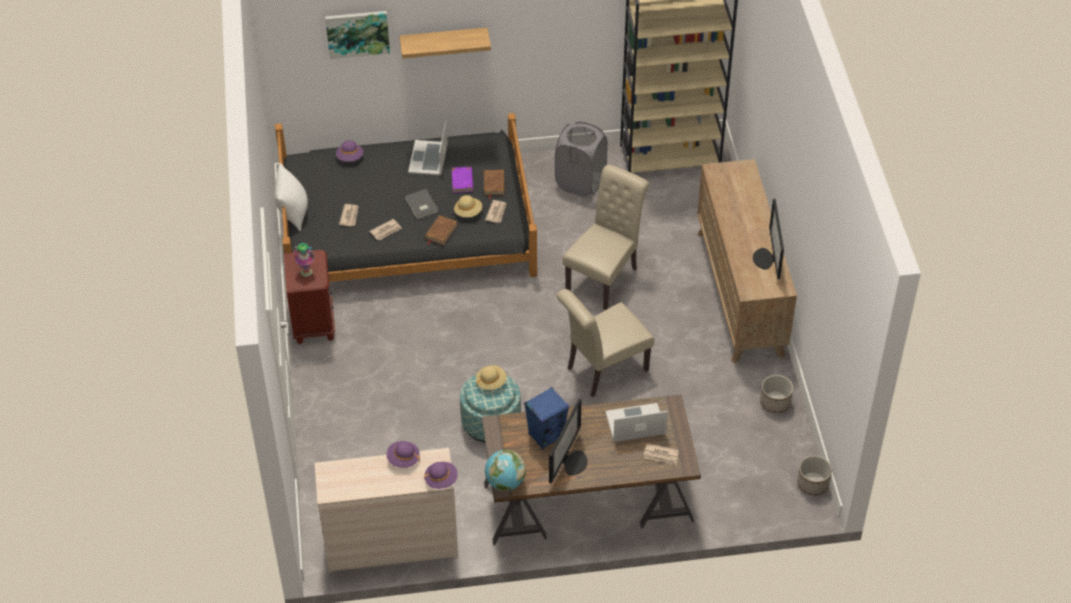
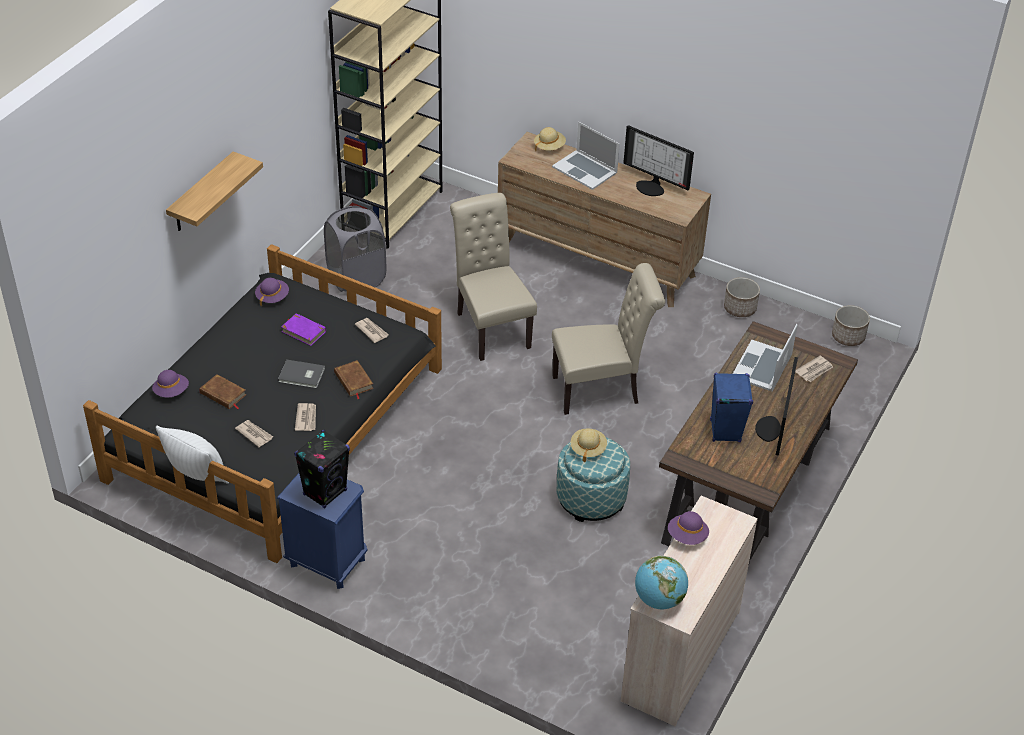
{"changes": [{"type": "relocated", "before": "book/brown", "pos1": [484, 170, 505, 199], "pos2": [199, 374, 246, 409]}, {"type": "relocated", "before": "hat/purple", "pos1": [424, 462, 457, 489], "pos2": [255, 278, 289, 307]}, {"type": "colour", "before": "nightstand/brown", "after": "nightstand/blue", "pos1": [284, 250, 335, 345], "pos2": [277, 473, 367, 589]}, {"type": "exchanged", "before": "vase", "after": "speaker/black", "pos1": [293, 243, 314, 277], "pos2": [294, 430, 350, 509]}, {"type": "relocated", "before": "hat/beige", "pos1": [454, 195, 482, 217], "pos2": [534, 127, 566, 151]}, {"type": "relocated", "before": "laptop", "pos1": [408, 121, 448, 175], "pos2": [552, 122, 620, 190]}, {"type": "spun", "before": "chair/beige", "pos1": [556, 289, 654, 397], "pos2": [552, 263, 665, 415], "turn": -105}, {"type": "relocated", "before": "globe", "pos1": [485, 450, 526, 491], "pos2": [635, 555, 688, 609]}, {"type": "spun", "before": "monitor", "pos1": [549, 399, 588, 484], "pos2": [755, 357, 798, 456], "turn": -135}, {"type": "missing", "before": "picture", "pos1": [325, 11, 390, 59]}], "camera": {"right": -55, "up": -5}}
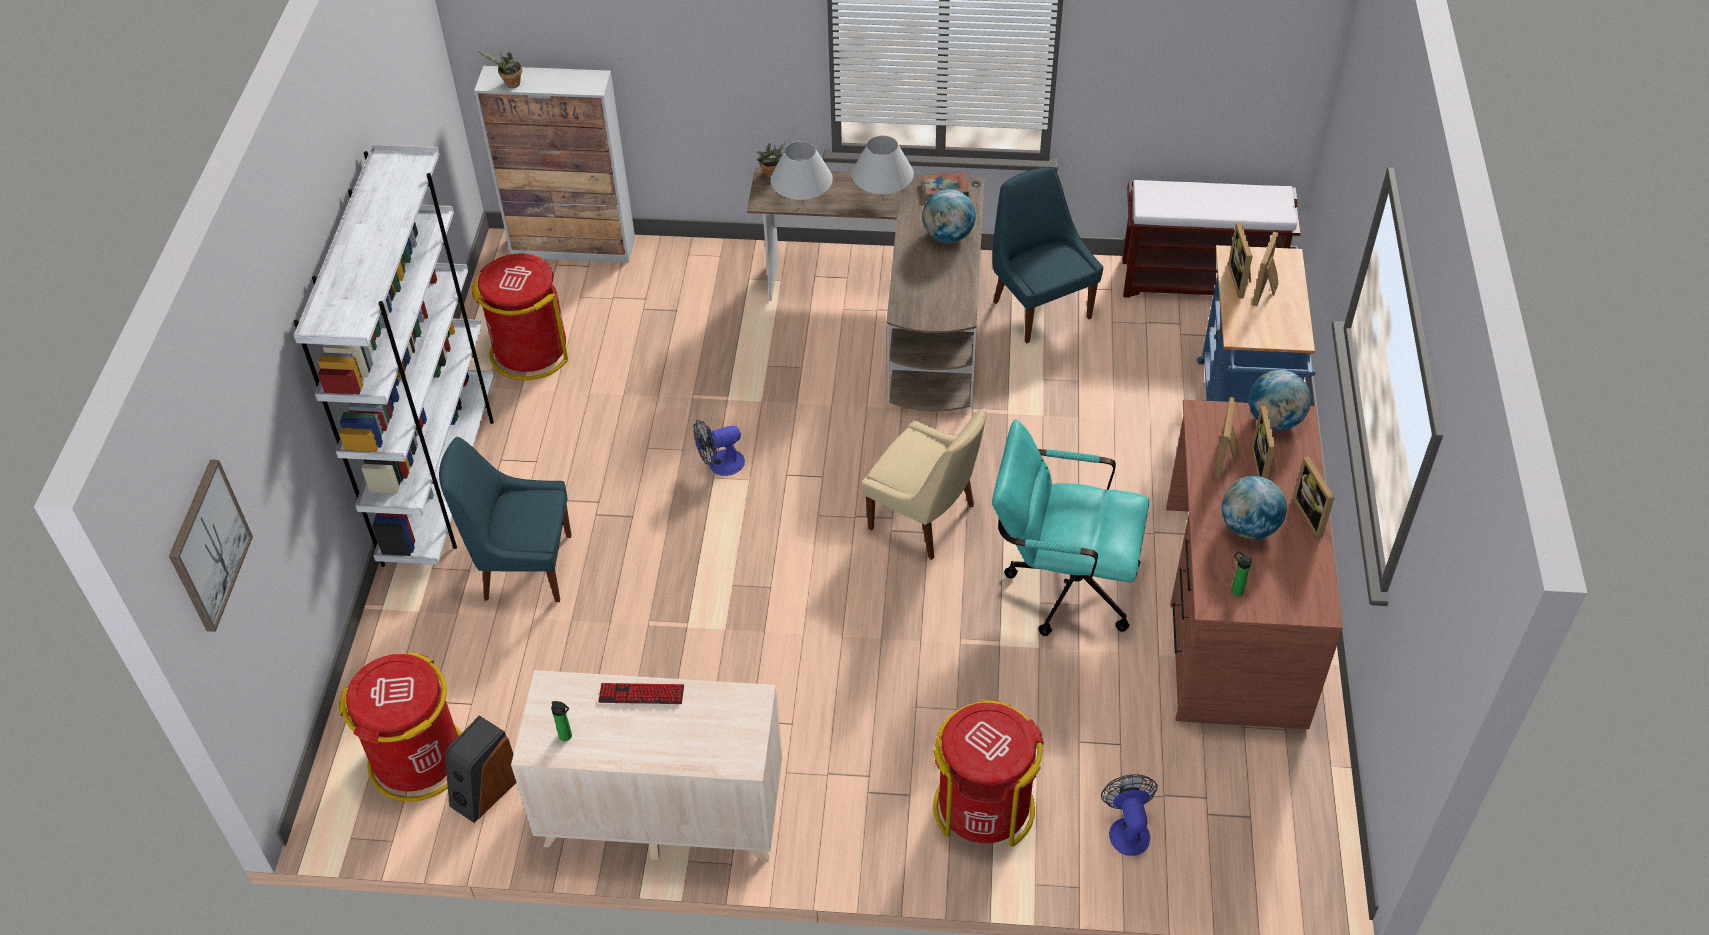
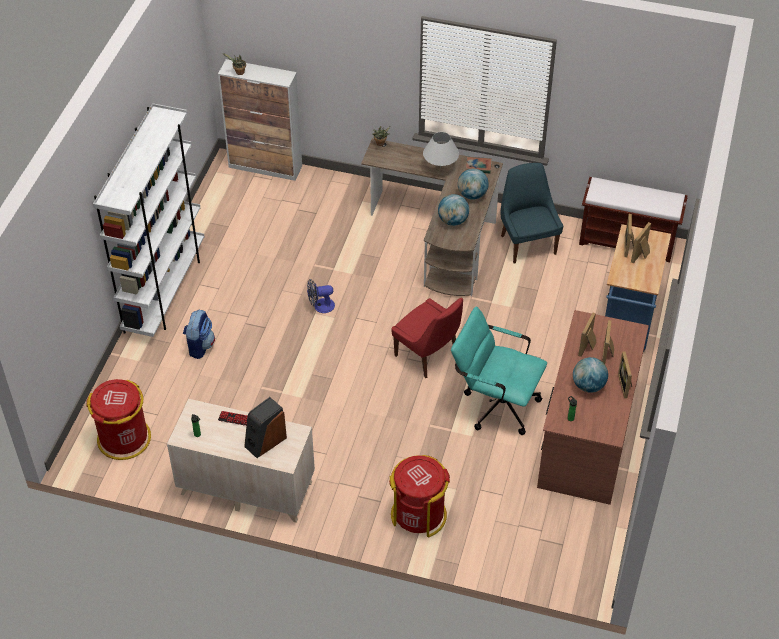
{"changes": [{"type": "exchanged", "before": "chair/blue", "after": "backpack", "pos1": [439, 437, 571, 602], "pos2": [183, 310, 215, 359]}, {"type": "relocated", "before": "speaker", "pos1": [445, 715, 516, 823], "pos2": [244, 397, 287, 458]}, {"type": "colour", "before": "chair/beige", "after": "chair/red", "pos1": [862, 408, 987, 560], "pos2": [391, 298, 463, 378]}, {"type": "relocated", "before": "globe", "pos1": [1249, 370, 1311, 430], "pos2": [438, 194, 469, 226]}, {"type": "missing", "before": "picture", "pos1": [169, 459, 253, 632]}, {"type": "missing", "before": "trash can/red", "pos1": [472, 254, 568, 380]}, {"type": "missing", "before": "table lamp/white", "pos1": [770, 141, 833, 206]}, {"type": "missing", "before": "fan", "pos1": [1101, 774, 1157, 856]}], "camera": {"right": 10, "up": 0}}
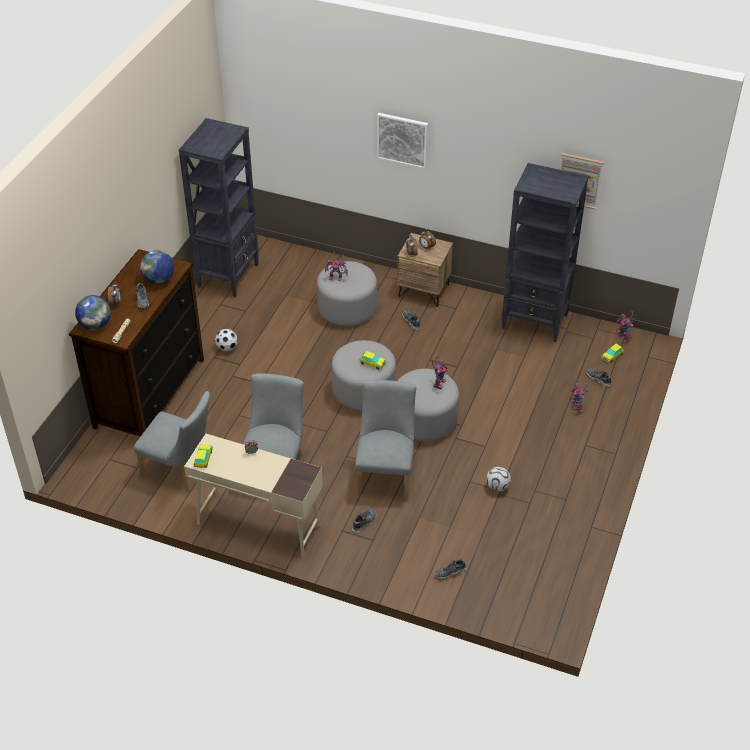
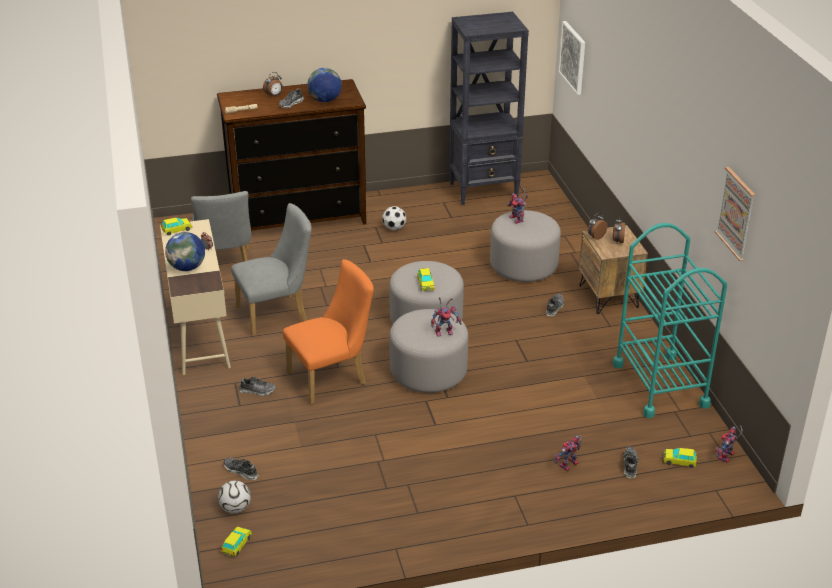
{"changes": [{"type": "relocated", "before": "globe", "pos1": [75, 295, 111, 330], "pos2": [165, 232, 205, 271]}, {"type": "relocated", "before": "football", "pos1": [486, 467, 511, 492], "pos2": [218, 480, 251, 513]}, {"type": "appeared", "after": "toy car", "pos2": [221, 526, 252, 557]}, {"type": "colour", "before": "chair/grey", "after": "chair/orange", "pos1": [355, 380, 416, 500], "pos2": [283, 259, 374, 404]}, {"type": "relocated", "before": "picture", "pos1": [377, 113, 428, 169], "pos2": [559, 21, 585, 95]}, {"type": "exchanged", "before": "bookcase/black", "after": "cart/turquoise", "pos1": [502, 163, 589, 342], "pos2": [613, 223, 727, 418]}], "camera": {"right": 55, "up": -10}}
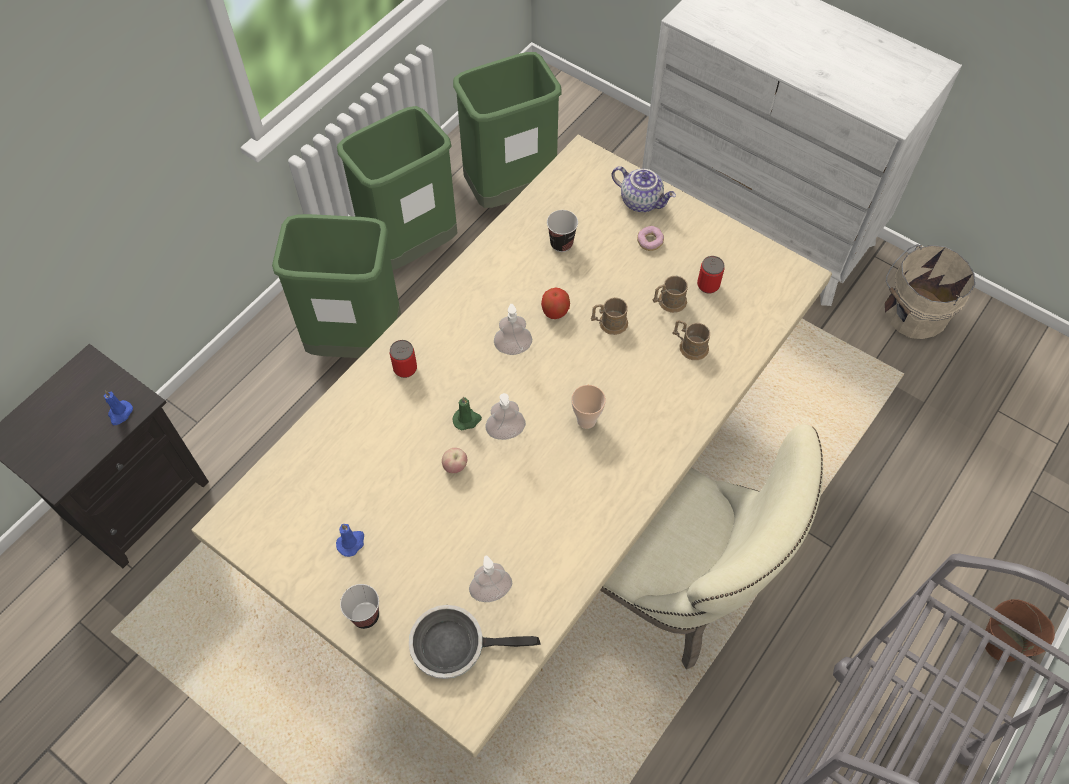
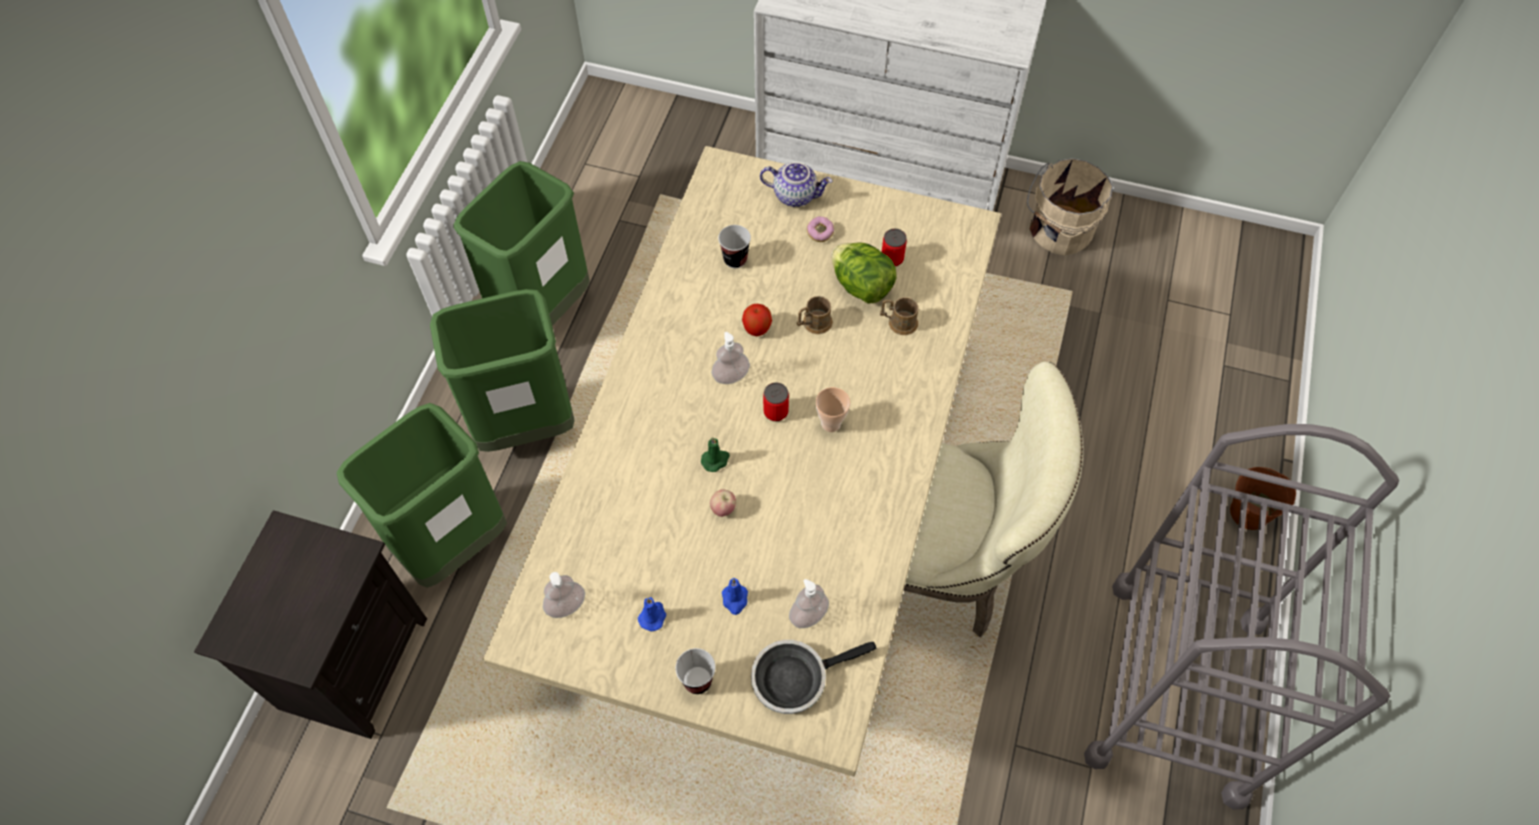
{"changes": [{"type": "relocated", "before": "trash can/green", "pos1": [453, 52, 562, 208], "pos2": [337, 403, 507, 588]}, {"type": "relocated", "before": "soap dispenser", "pos1": [485, 393, 526, 440], "pos2": [543, 572, 585, 618]}, {"type": "relocated", "before": "candle/blue", "pos1": [104, 390, 133, 425], "pos2": [722, 578, 748, 615]}, {"type": "relocated", "before": "can", "pos1": [390, 340, 417, 378], "pos2": [763, 382, 789, 421]}, {"type": "exchanged", "before": "mug/brown", "after": "lettuce", "pos1": [652, 276, 688, 313], "pos2": [831, 242, 897, 304]}], "camera": {"right": -20, "up": 0}}
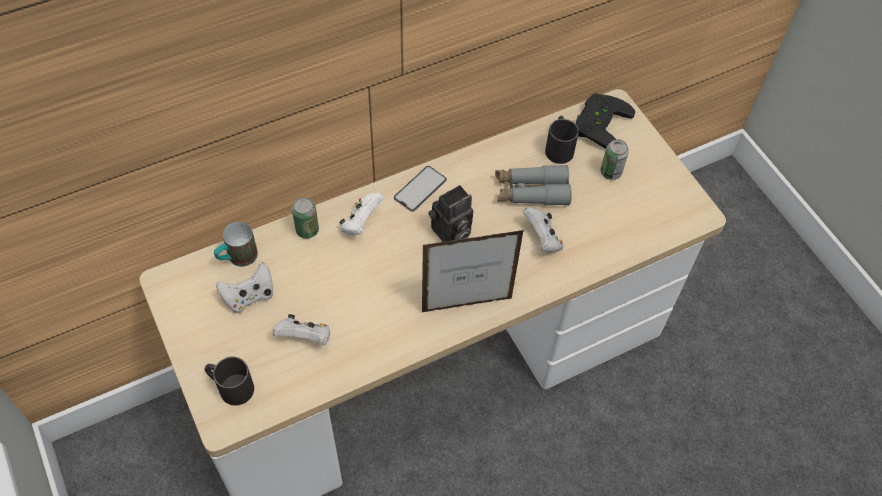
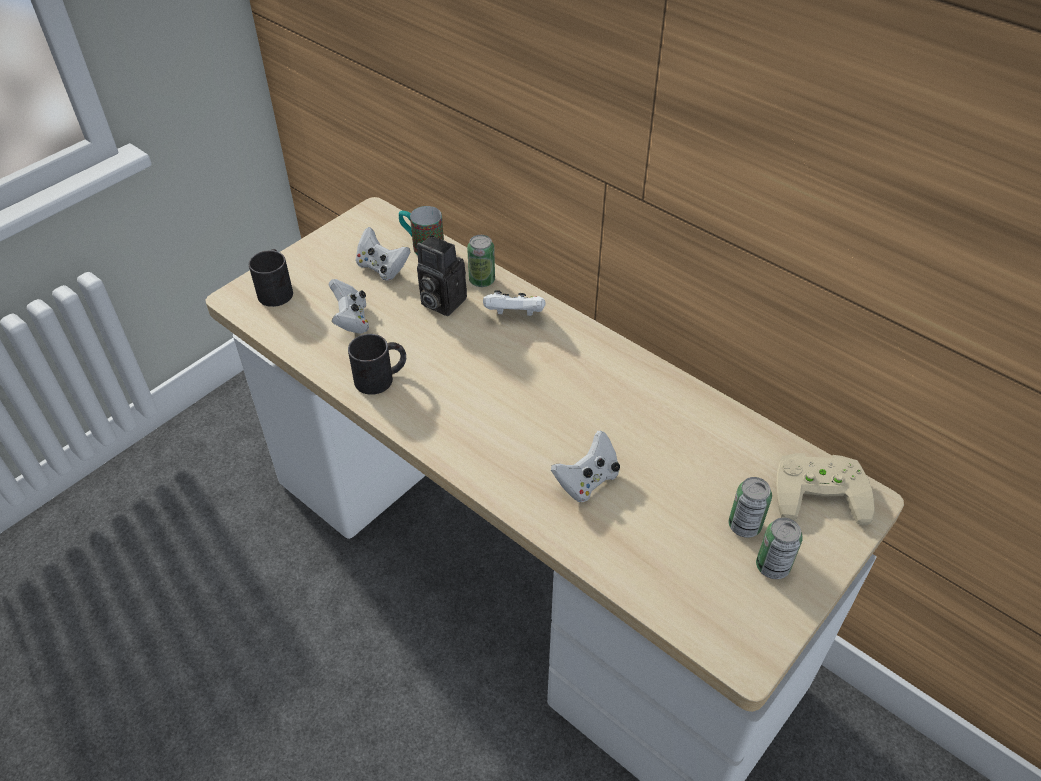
{"changes": [{"type": "relocated", "before": "mug/black", "pos1": [545, 116, 579, 164], "pos2": [348, 334, 406, 395]}, {"type": "relocated", "before": "photo camera", "pos1": [428, 185, 473, 242], "pos2": [417, 235, 467, 316]}, {"type": "appeared", "after": "can", "pos2": [756, 518, 803, 579]}, {"type": "colour", "before": "game controller/black", "after": "game controller/beige", "pos1": [576, 93, 635, 149], "pos2": [777, 453, 875, 525]}, {"type": "missing", "before": "phone", "pos1": [394, 166, 447, 212]}, {"type": "missing", "before": "picture frame", "pos1": [422, 230, 524, 312]}, {"type": "missing", "before": "binoculars/grey", "pos1": [495, 165, 572, 206]}], "camera": {"right": 70, "up": -10}}
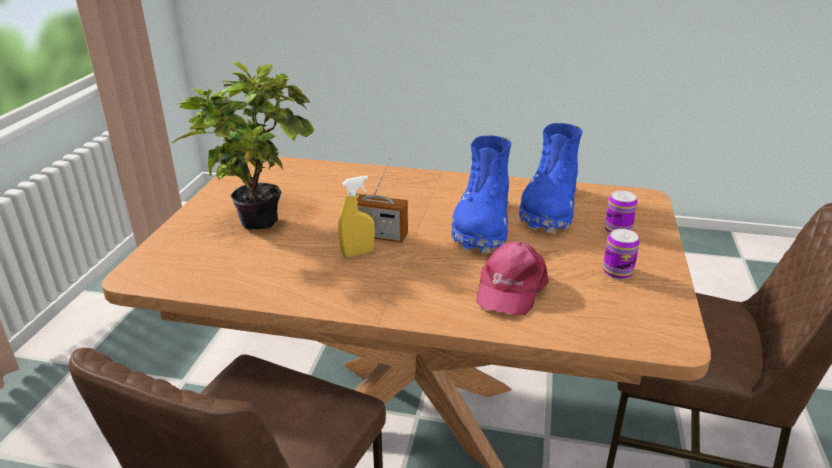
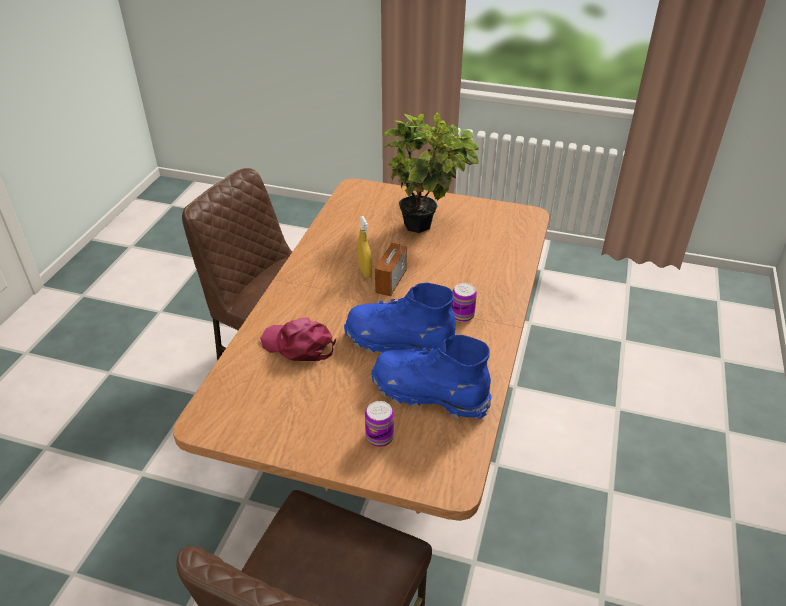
{"changes": [{"type": "relocated", "before": "can", "pos1": [603, 229, 640, 279], "pos2": [452, 283, 477, 322]}], "camera": {"right": 95, "up": 10}}
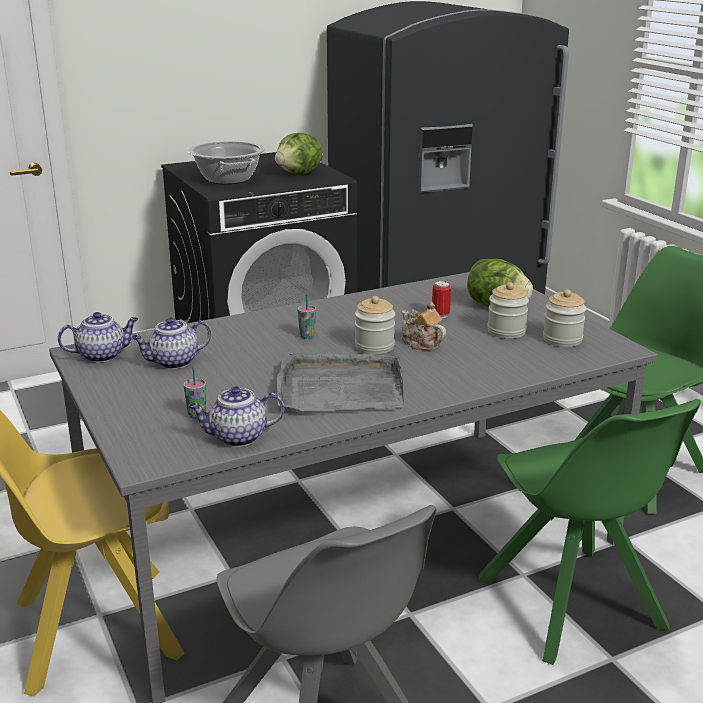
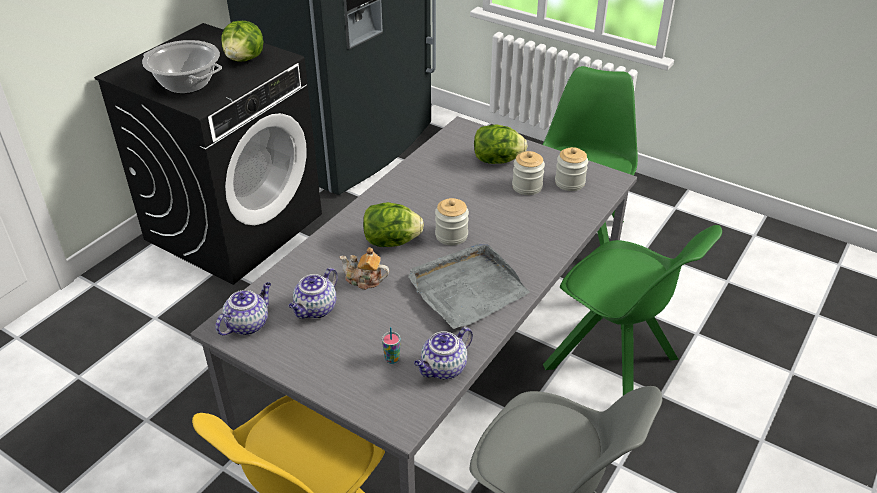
{"changes": [{"type": "relocated", "before": "teapot", "pos1": [402, 301, 446, 350], "pos2": [340, 247, 389, 290]}, {"type": "exchanged", "before": "cup", "after": "lettuce", "pos1": [297, 294, 316, 339], "pos2": [363, 202, 424, 247]}, {"type": "missing", "before": "can", "pos1": [432, 281, 451, 318]}], "camera": {"right": -30, "up": 15}}
